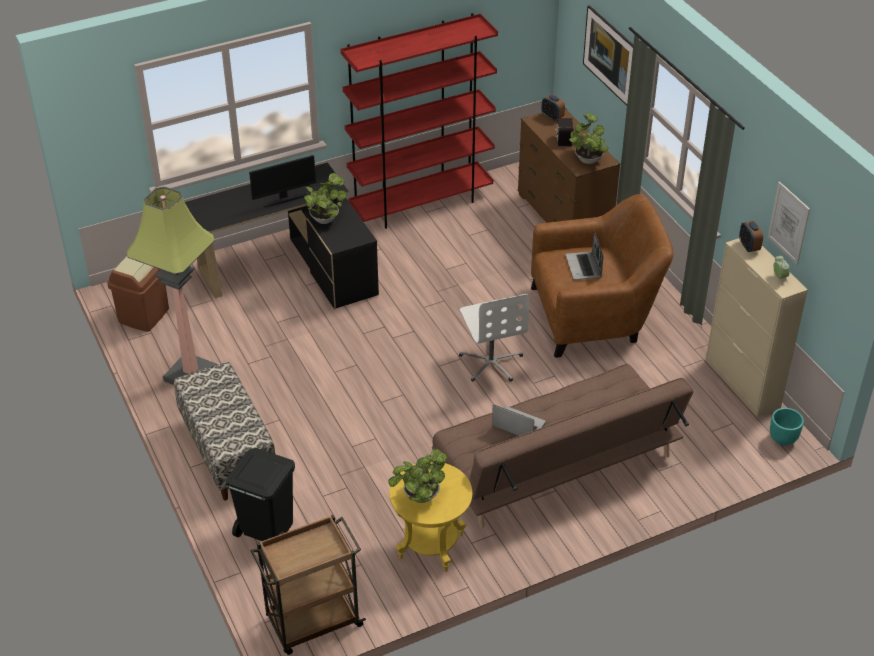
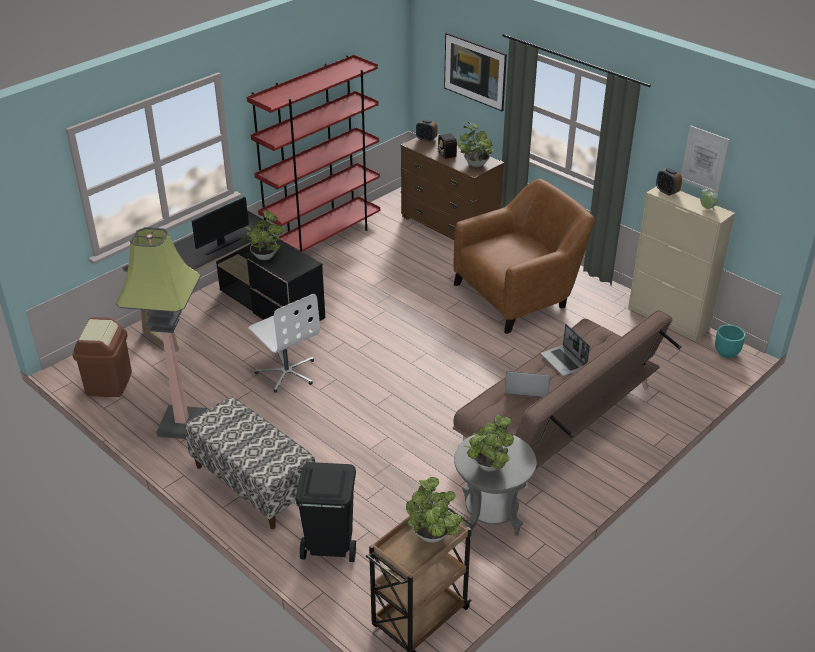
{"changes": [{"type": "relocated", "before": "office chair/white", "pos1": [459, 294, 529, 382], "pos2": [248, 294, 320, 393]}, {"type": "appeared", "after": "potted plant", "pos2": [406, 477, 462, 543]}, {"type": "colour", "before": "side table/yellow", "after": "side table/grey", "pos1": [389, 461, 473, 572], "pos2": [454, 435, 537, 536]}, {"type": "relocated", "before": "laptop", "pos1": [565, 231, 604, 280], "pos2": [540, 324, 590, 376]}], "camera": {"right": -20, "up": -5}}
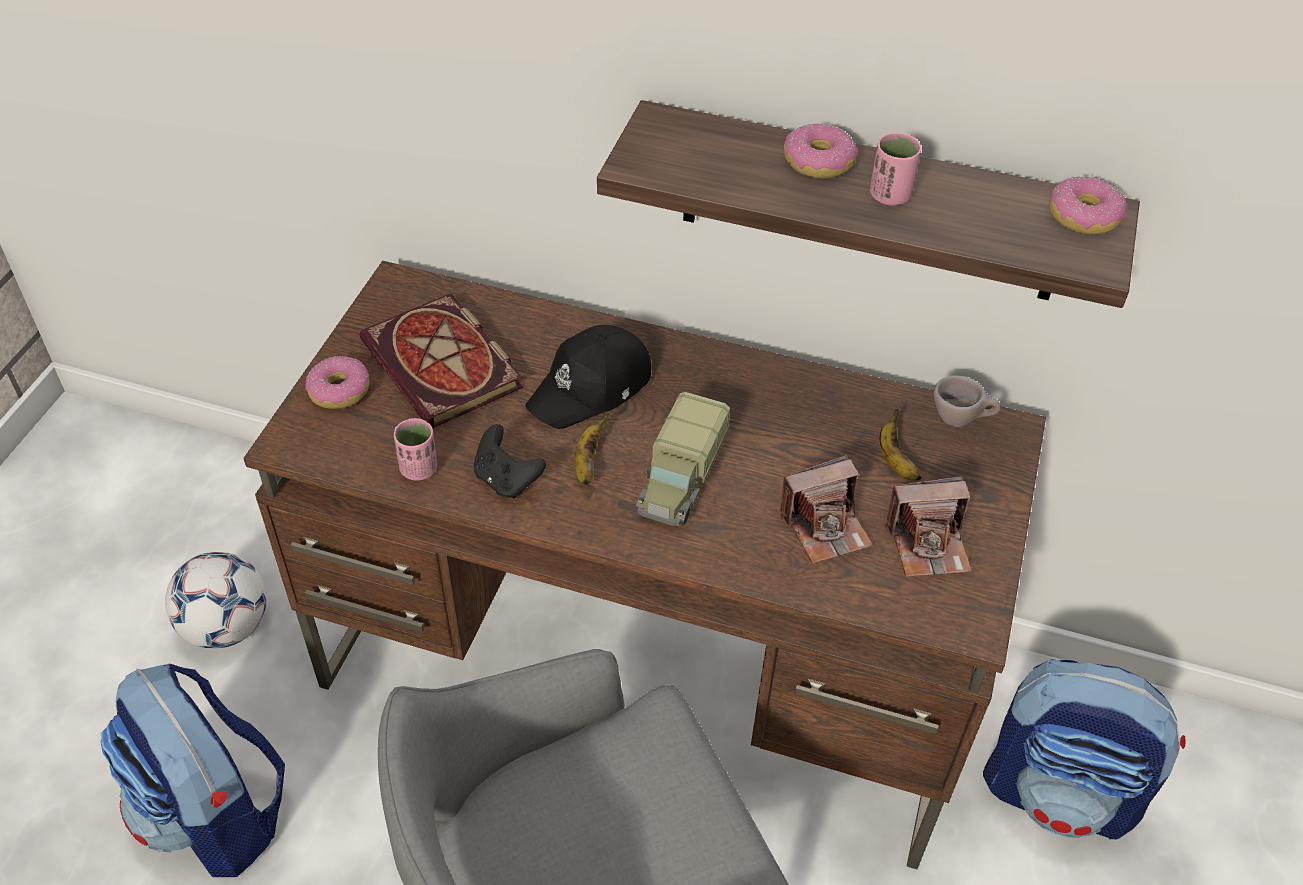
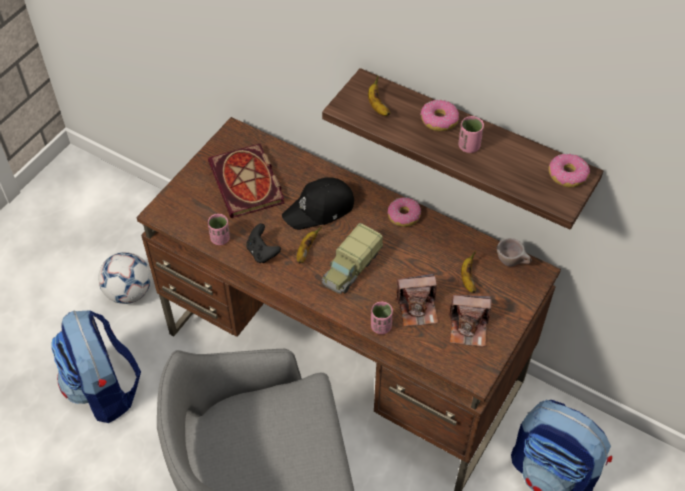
{"changes": [{"type": "appeared", "after": "banana", "pos2": [368, 75, 390, 116]}, {"type": "appeared", "after": "cup/pink", "pos2": [371, 302, 393, 334]}, {"type": "relocated", "before": "donut", "pos1": [306, 356, 369, 409], "pos2": [387, 197, 421, 227]}], "camera": {"right": 15, "up": 5}}
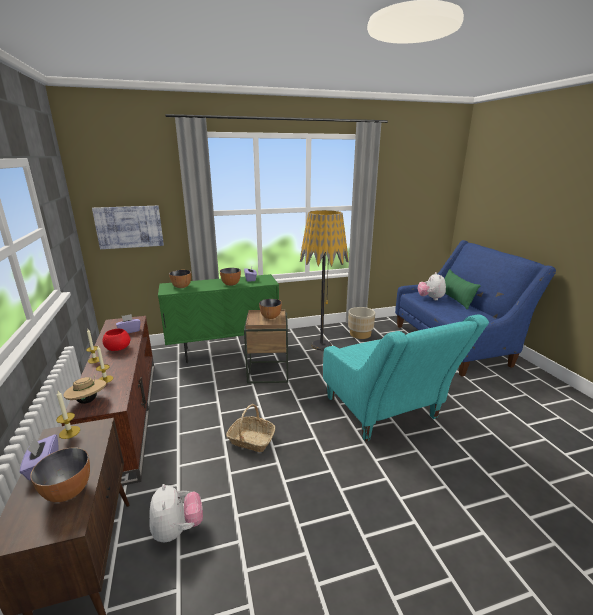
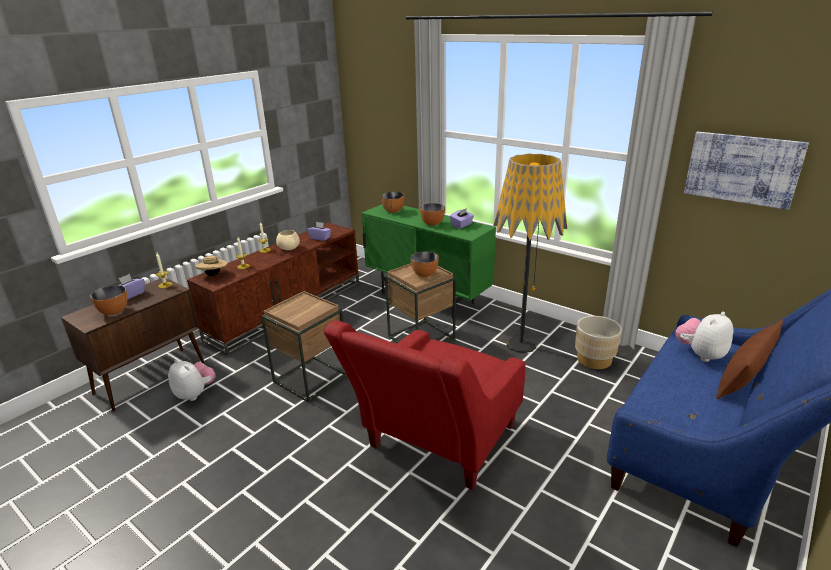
{"changes": [{"type": "spun", "before": "plush toy", "pos1": [149, 484, 203, 542], "pos2": [168, 360, 216, 401], "turn": -90}, {"type": "exchanged", "before": "basket", "after": "side table/brown", "pos1": [226, 404, 275, 452], "pos2": [261, 291, 347, 403]}, {"type": "colour", "before": "bowl/red", "after": "bowl/beige", "pos1": [103, 329, 130, 351], "pos2": [276, 230, 300, 250]}, {"type": "colour", "before": "armchair/turquoise", "after": "armchair/red", "pos1": [323, 315, 489, 441], "pos2": [324, 320, 525, 490]}, {"type": "relocated", "before": "picture", "pos1": [92, 206, 164, 249], "pos2": [684, 132, 809, 210]}, {"type": "colour", "before": "pillow/green", "after": "pillow/brown", "pos1": [445, 269, 481, 310], "pos2": [716, 320, 783, 399]}], "camera": {"right": 55, "up": 5}}
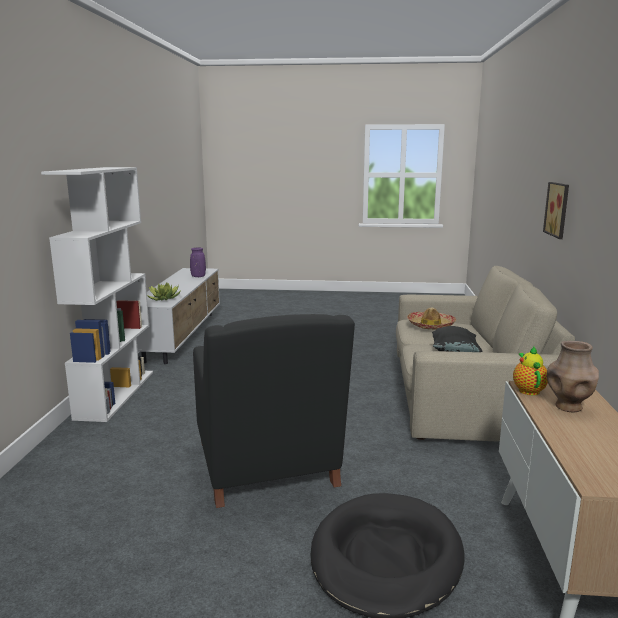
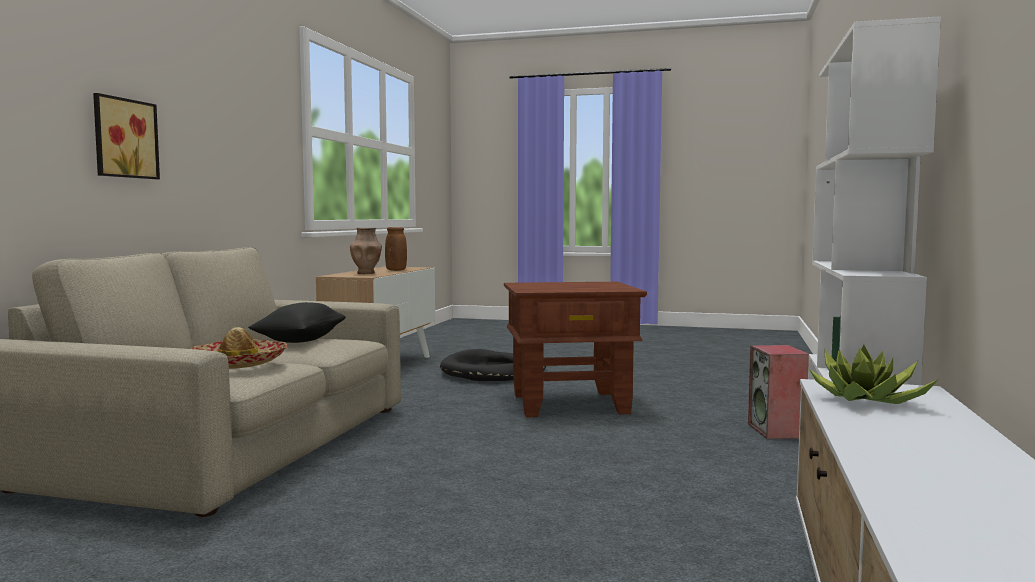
{"changes": [{"type": "appeared", "after": "vase/brown", "pos2": [385, 227, 407, 271]}, {"type": "exchanged", "before": "armchair/black", "after": "side table/brown", "pos1": [193, 314, 355, 508], "pos2": [504, 282, 647, 417]}, {"type": "appeared", "after": "speaker", "pos2": [748, 345, 809, 439]}, {"type": "missing", "before": "vase/purple", "pos1": [190, 247, 206, 277]}, {"type": "missing", "before": "teapot", "pos1": [513, 346, 548, 395]}], "camera": {"right": -170, "up": -10}}
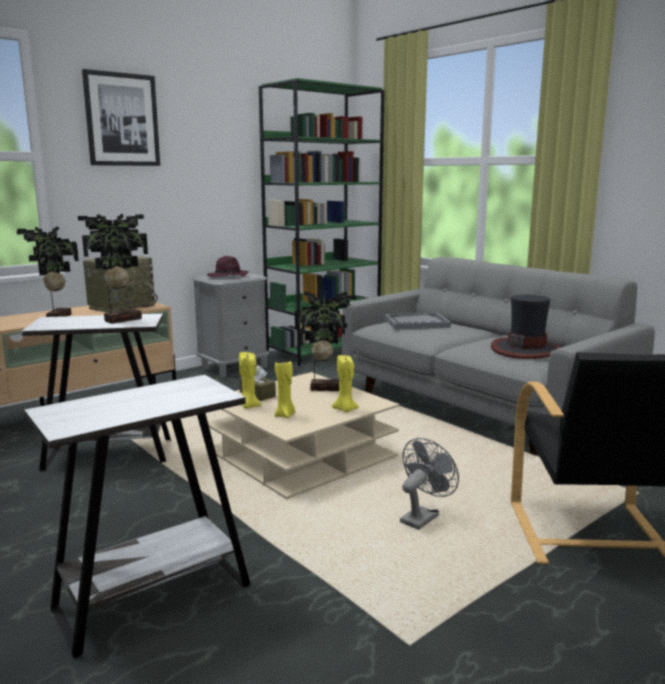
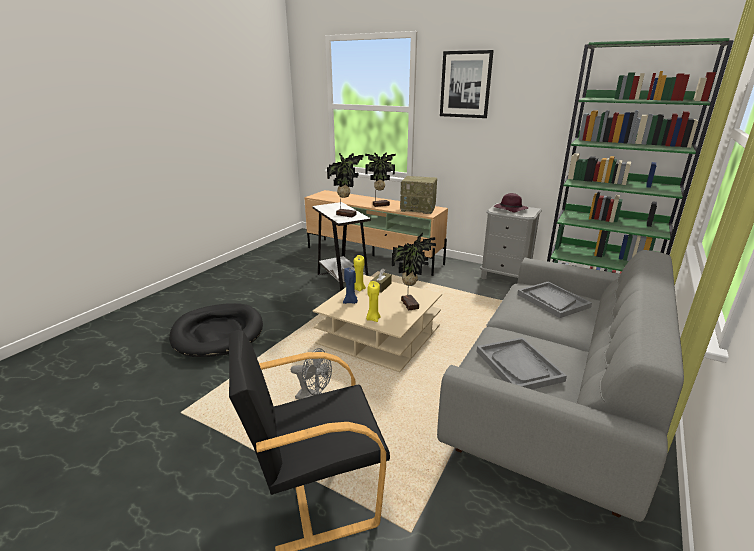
{"changes": [{"type": "exchanged", "before": "side table/white", "after": "dog bed/black", "pos1": [24, 375, 251, 658], "pos2": [169, 303, 263, 357]}, {"type": "colour", "before": "candle/yellow", "after": "candle/blue", "pos1": [275, 360, 295, 418], "pos2": [343, 268, 358, 304]}, {"type": "exchanged", "before": "hat", "after": "tray/grey", "pos1": [491, 295, 561, 359], "pos2": [477, 337, 567, 390]}], "camera": {"right": 70, "up": 10}}
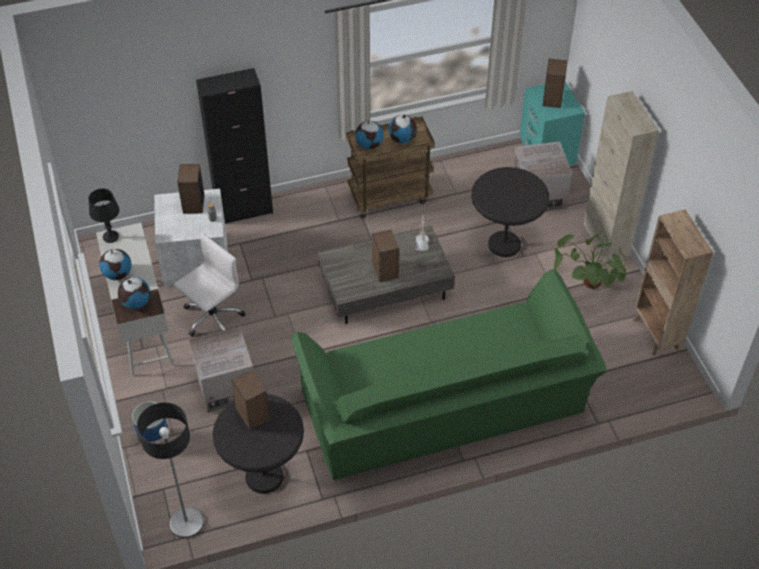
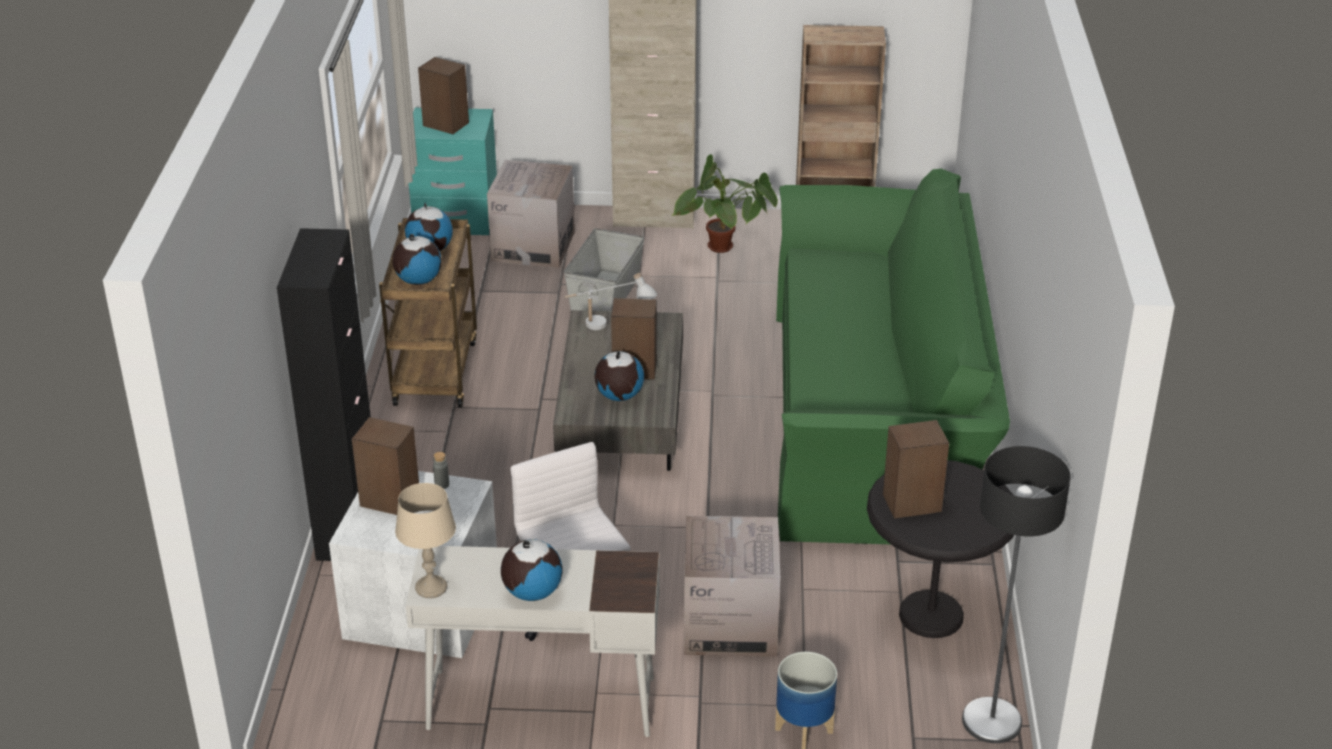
{"changes": [{"type": "colour", "before": "table lamp/black", "after": "table lamp/beige", "pos1": [88, 189, 119, 243], "pos2": [395, 483, 456, 598]}, {"type": "exchanged", "before": "side table/black", "after": "storage box/grey", "pos1": [471, 167, 549, 257], "pos2": [564, 228, 644, 311]}, {"type": "relocated", "before": "globe", "pos1": [118, 277, 150, 309], "pos2": [594, 351, 644, 401]}], "camera": {"right": -70, "up": -15}}
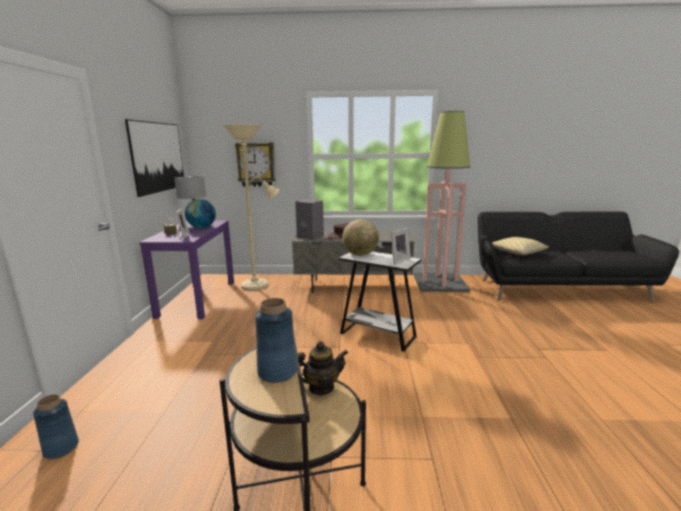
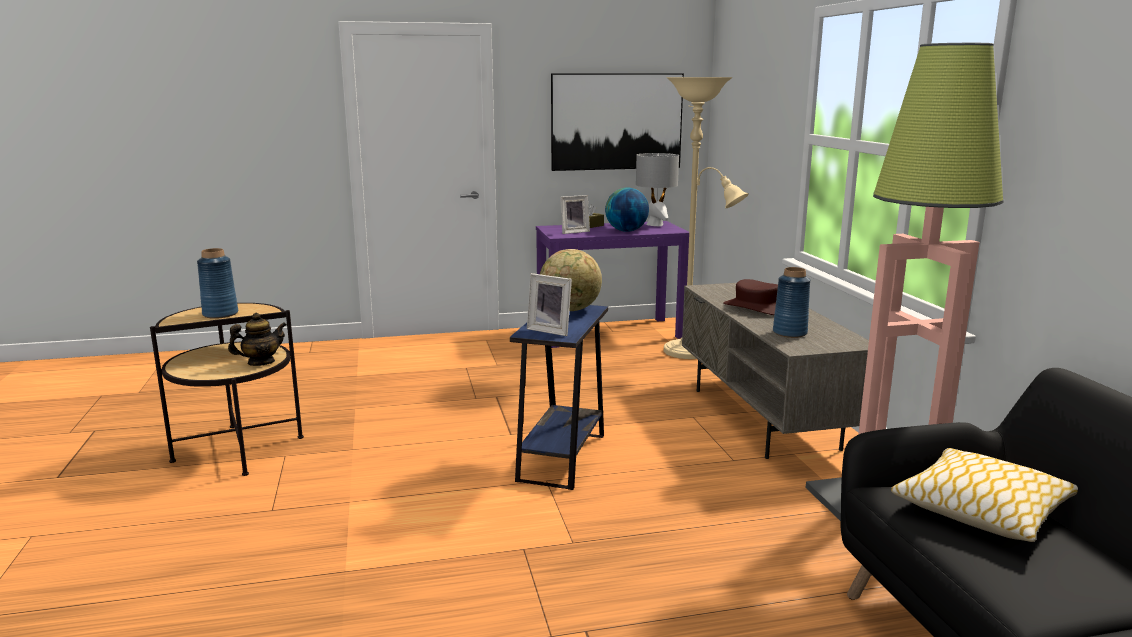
{"changes": [{"type": "spun", "before": "teapot", "pos1": [298, 341, 348, 395], "pos2": [228, 312, 287, 366], "turn": -90}, {"type": "colour", "before": "side table/white", "after": "side table/blue", "pos1": [339, 251, 421, 352], "pos2": [510, 305, 608, 490]}, {"type": "relocated", "before": "vase/blue", "pos1": [33, 394, 79, 459], "pos2": [773, 267, 810, 338]}, {"type": "missing", "before": "wall clock", "pos1": [235, 142, 276, 187]}, {"type": "missing", "before": "speaker/grey", "pos1": [295, 199, 324, 240]}], "camera": {"right": 75, "up": 0}}
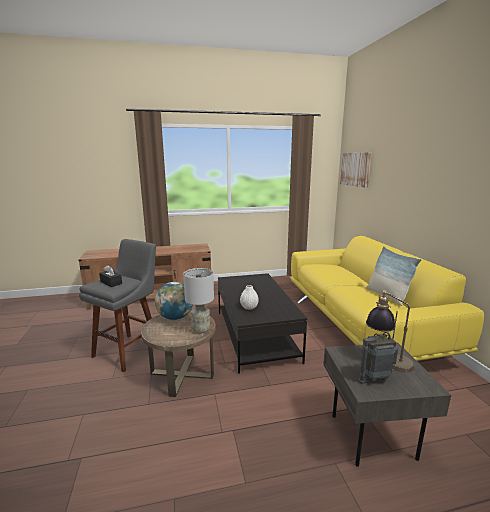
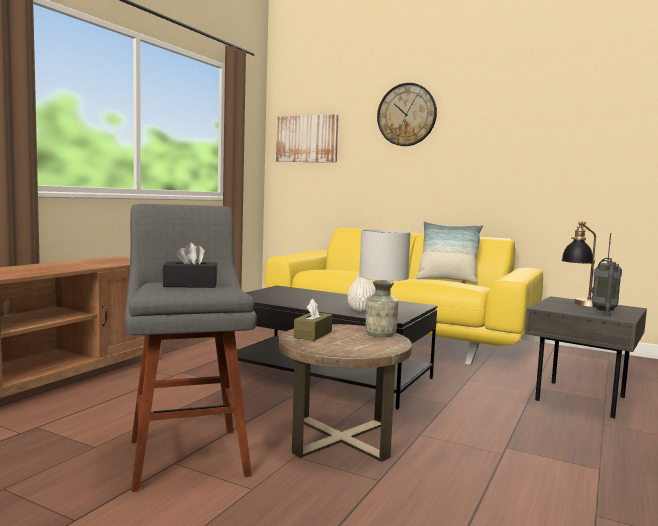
{"changes": [{"type": "exchanged", "before": "globe", "after": "tissue box/brown", "pos1": [155, 282, 193, 320], "pos2": [294, 299, 332, 341]}, {"type": "appeared", "after": "wall clock", "pos2": [377, 83, 437, 146]}], "camera": {"right": -50, "up": -10}}
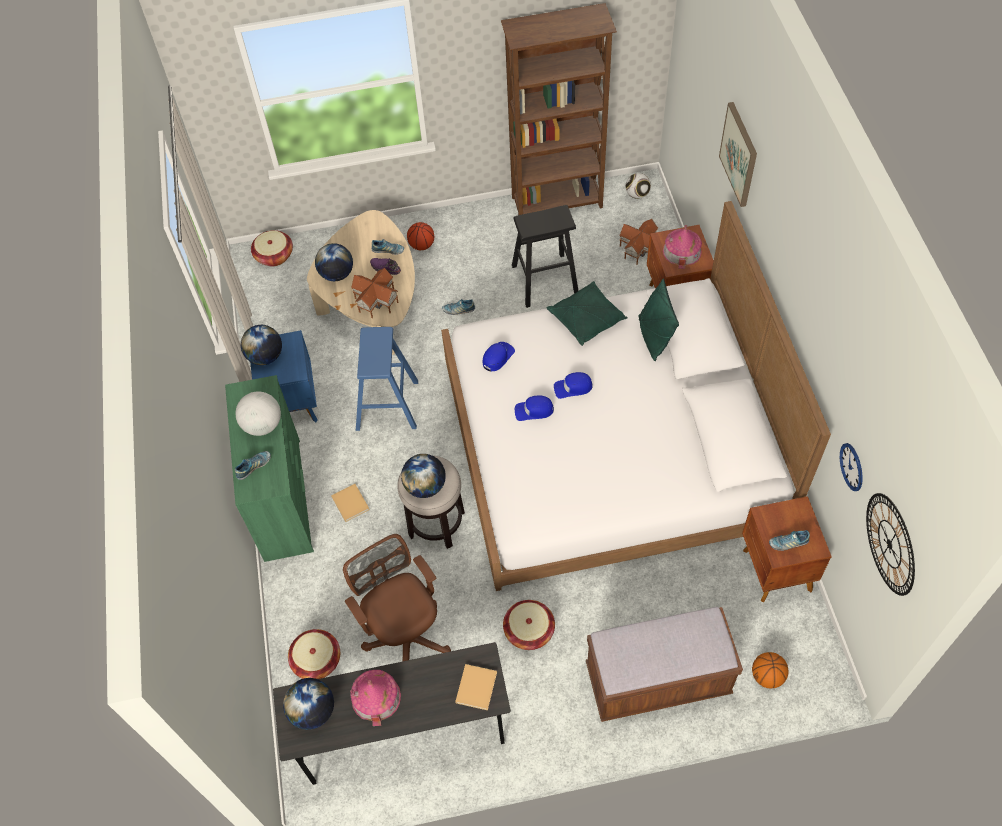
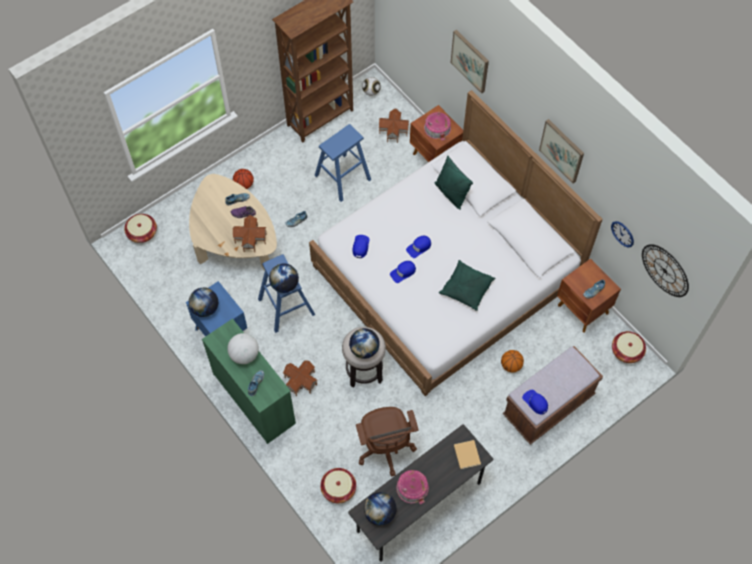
{"changes": [{"type": "relocated", "before": "globe", "pos1": [315, 243, 353, 281], "pos2": [269, 263, 299, 293]}, {"type": "exchanged", "before": "book/beige", "after": "toy house", "pos1": [331, 484, 370, 522], "pos2": [283, 360, 317, 397]}, {"type": "colour", "before": "stool/black", "after": "stool/blue", "pos1": [512, 205, 578, 308], "pos2": [315, 124, 371, 202]}, {"type": "spun", "before": "office chair/brown", "pos1": [343, 534, 451, 661], "pos2": [356, 407, 418, 477], "turn": -135}, {"type": "relocated", "before": "pillow/green", "pos1": [547, 281, 628, 346], "pos2": [439, 260, 495, 311]}, {"type": "relocated", "before": "basketball", "pos1": [752, 652, 789, 689], "pos2": [501, 350, 524, 373]}, {"type": "appeared", "after": "cap/blue", "pos2": [522, 390, 548, 414]}, {"type": "appeared", "after": "picture", "pos2": [539, 119, 584, 183]}, {"type": "relocated", "before": "basket", "pos1": [503, 600, 555, 650], "pos2": [612, 331, 646, 363]}], "camera": {"right": -30, "up": 5}}
